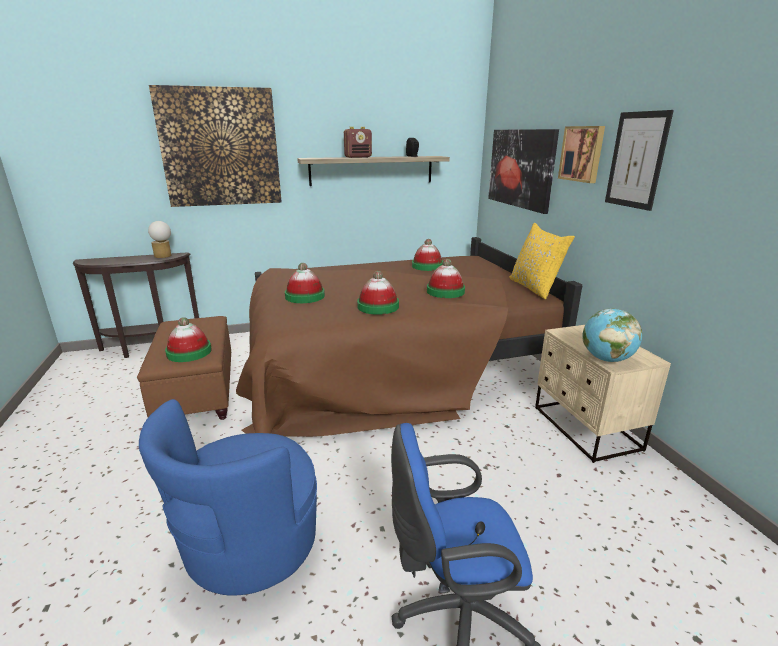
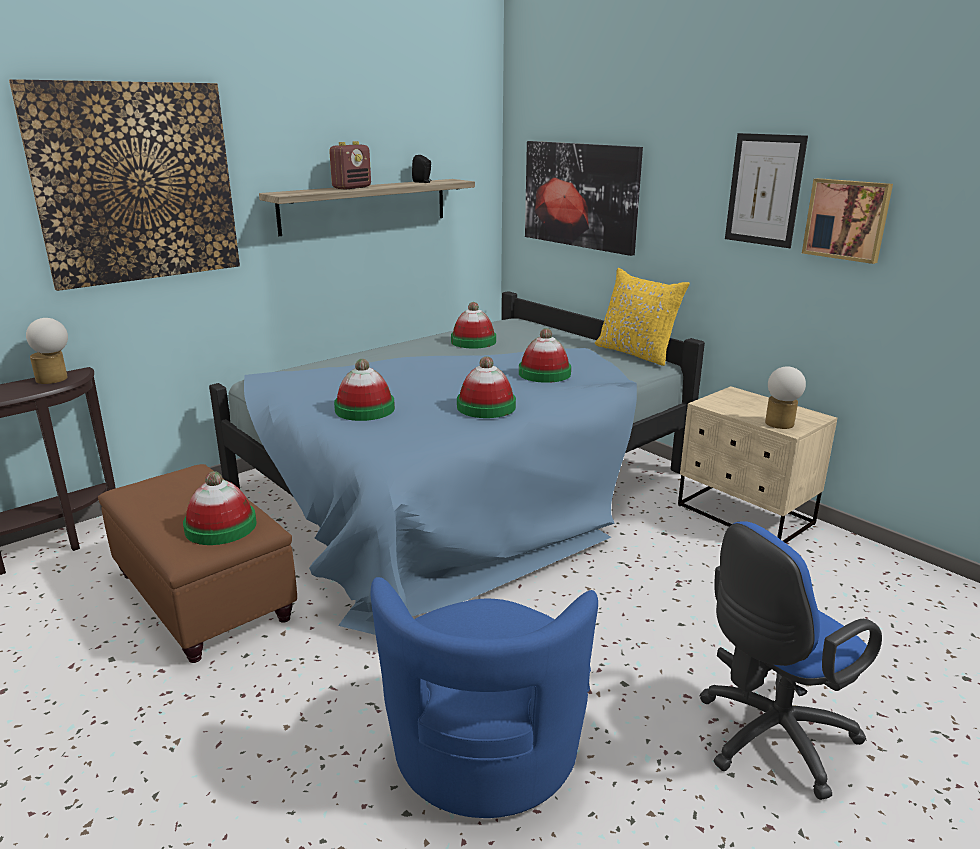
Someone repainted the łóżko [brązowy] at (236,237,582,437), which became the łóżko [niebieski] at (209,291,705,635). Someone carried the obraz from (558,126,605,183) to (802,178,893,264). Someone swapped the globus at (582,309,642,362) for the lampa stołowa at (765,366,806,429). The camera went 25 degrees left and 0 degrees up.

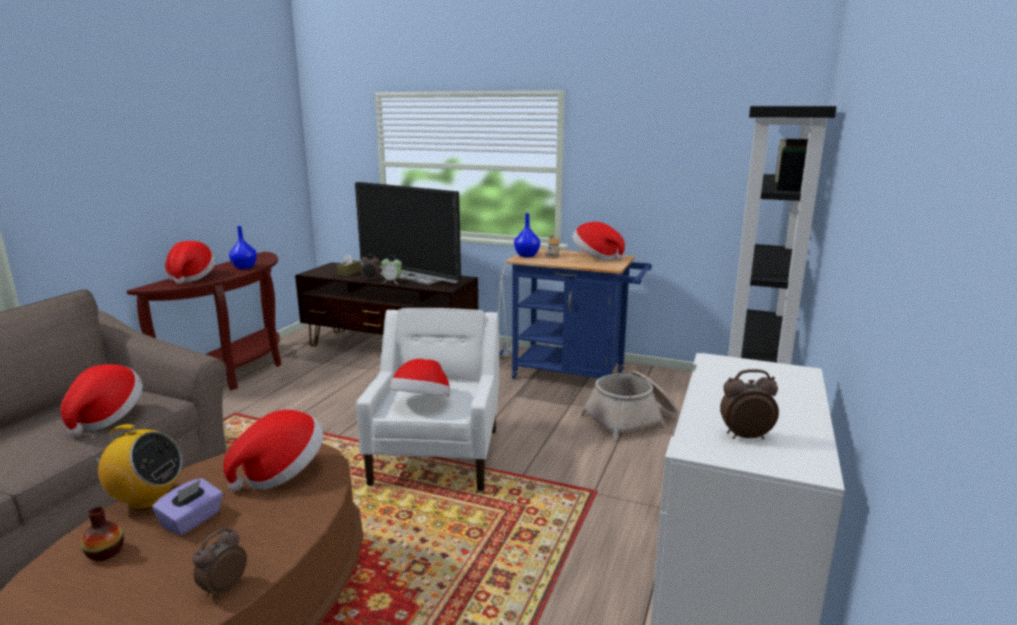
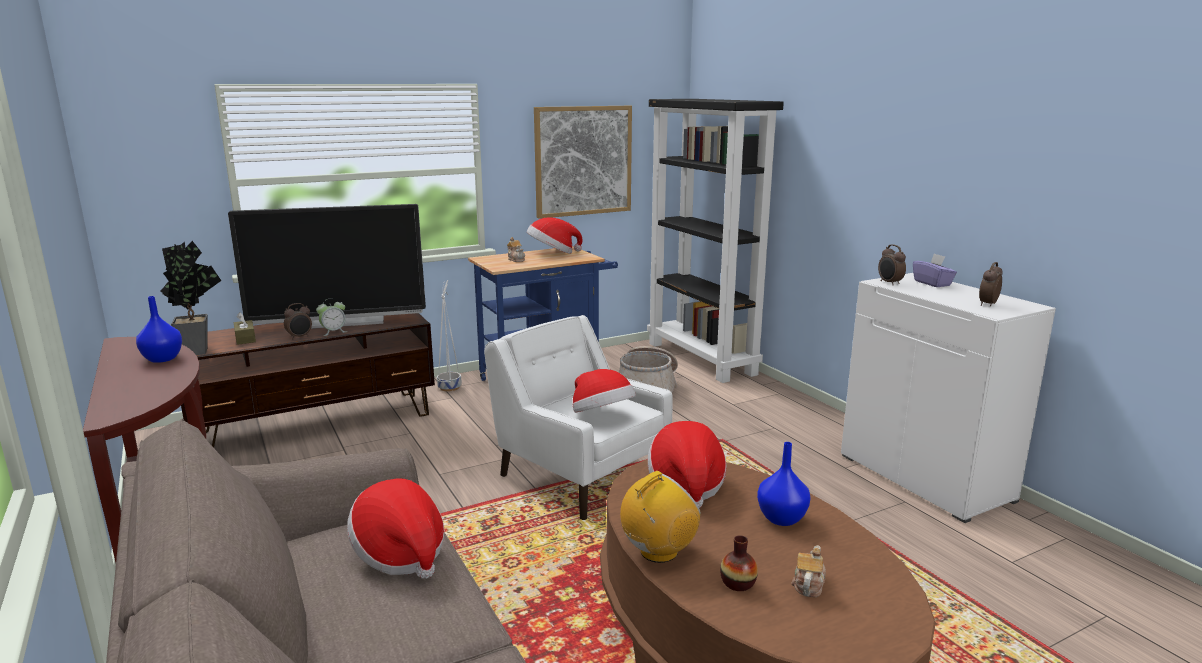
Someone carried the pudełko chusteczek [fioletowy] from (152,478,223,536) to (913,253,957,287). Someone took away the kapelusz at (165,241,215,284). Someone carried the budzik from (193,528,247,599) to (878,244,906,285). Someone carried the wazon [niebieski] from (514,213,540,257) to (757,442,810,526). Someone put down the roślina doniczkowa at (161,241,221,355). Someone put up the obraz at (534,106,632,219). Someone put down the imbryk at (792,545,826,597). The camera went 50 degrees left and 0 degrees up.

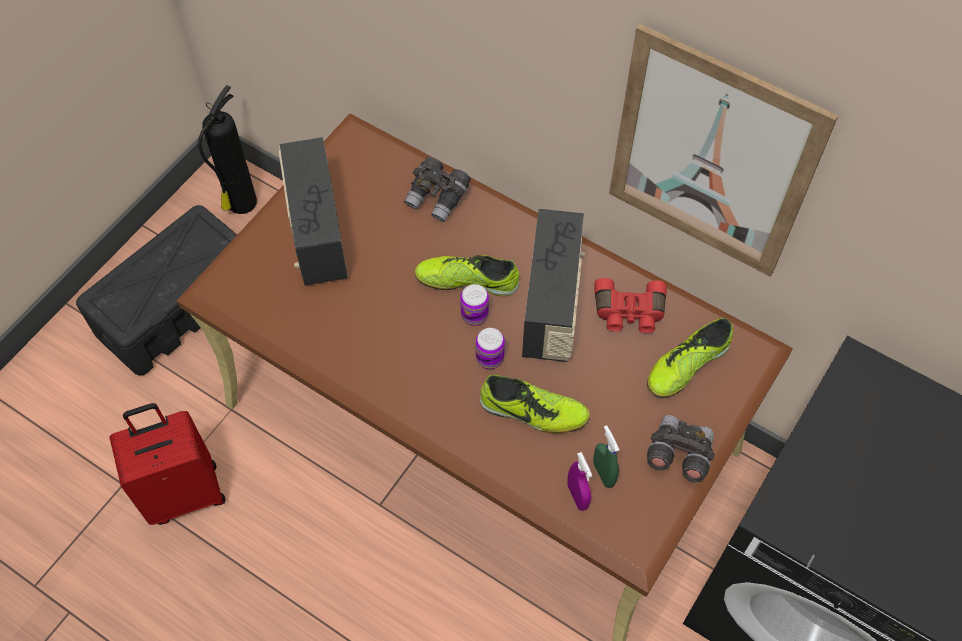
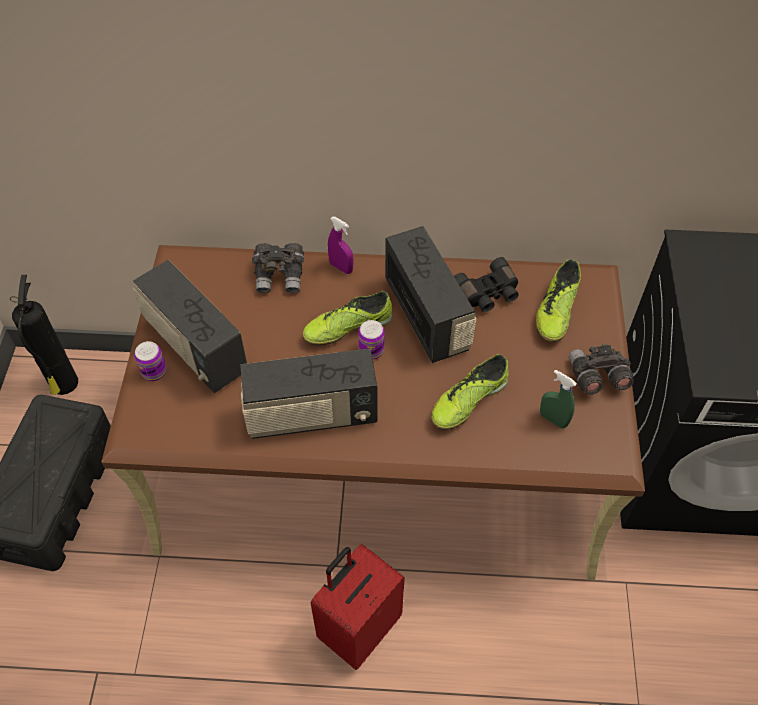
Someone carried the walizka [czerwony] from (110,403,226,525) to (311,544,405,670). Someone carried the puszka from (476,328,505,369) to (134,341,167,381). Someone rotated the but at (480,375,590,433) by 150 degrees clockwise. Someone carried the spryskiwacz [fioletowy] from (567,452,592,511) to (328,217,354,274). Someone repainted the lornetka [czerwony] at (594,278,667,333), which became the lornetka [czarny] at (454,257,519,312). Someone took away the obraz at (609,24,838,277). Someone put down the radio at (240,349,378,439). The camera went 30 degrees left and 5 degrees down.

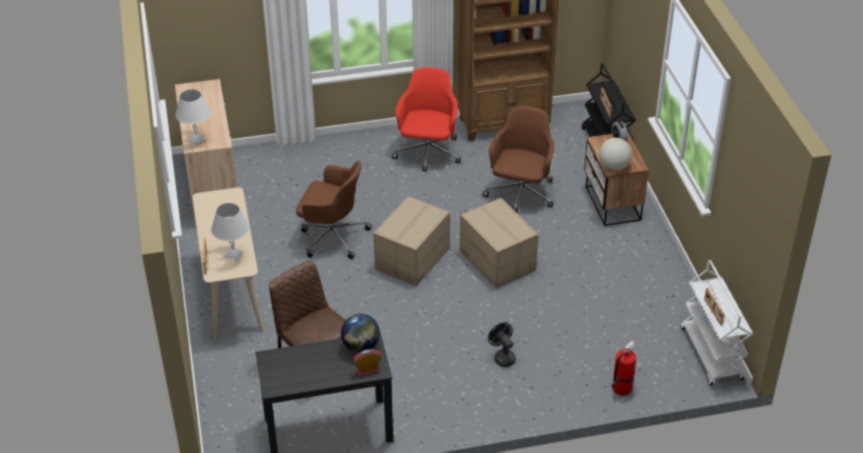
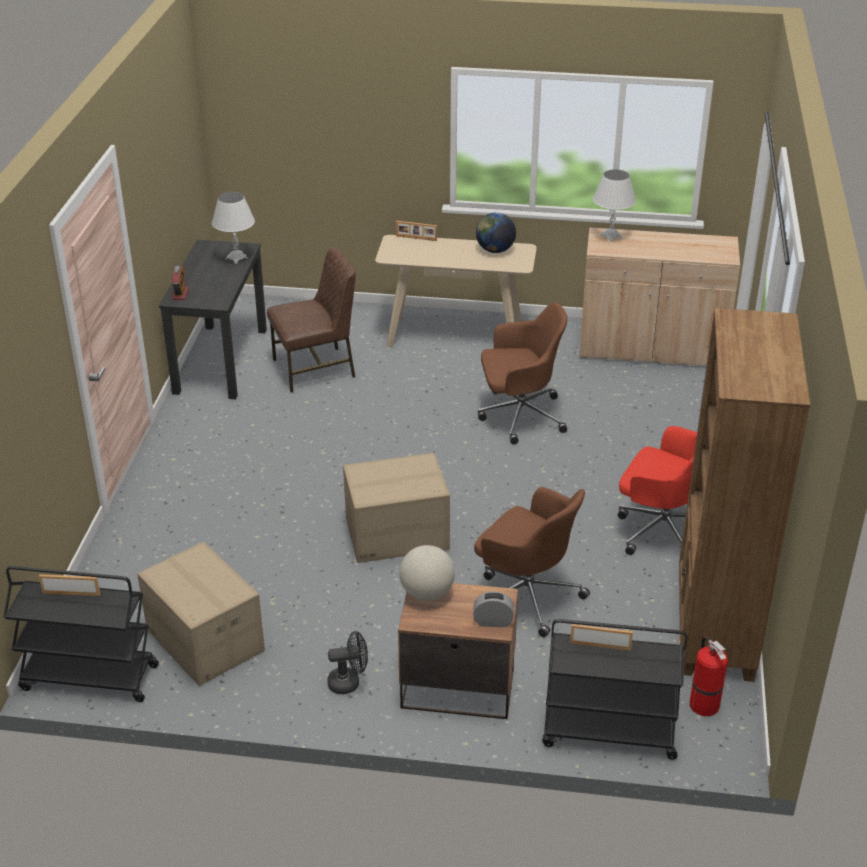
Someone carried the lampa stołowa [biały] from (211,203,249,262) to (212,192,255,264). Someone rotated the krzesło biurowe [brązowy] at (296,161,372,259) by 135 degrees counterclockwise. Someone carried the globus from (341,314,380,353) to (476,212,516,253). Someone carried the karton from (373,196,450,286) to (137,542,265,686). Someone carried the wentylator [czarny] from (488,322,516,367) to (327,631,368,694). Someone carried the gaśnica from (611,341,636,396) to (690,636,728,716). Someone repainted the wózek [biały] at (681,260,753,386), which became the wózek [czarny] at (4,566,159,702). The camera went 110 degrees right and 5 degrees down.

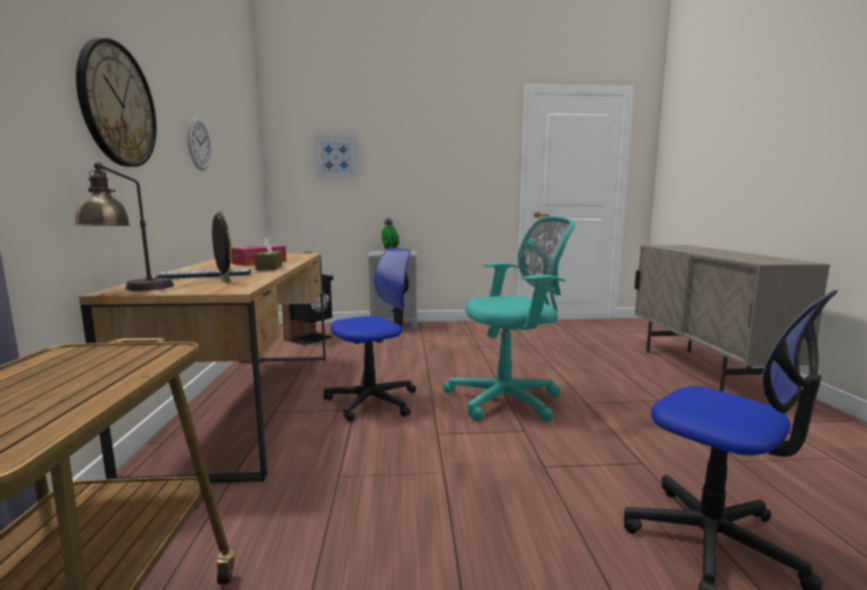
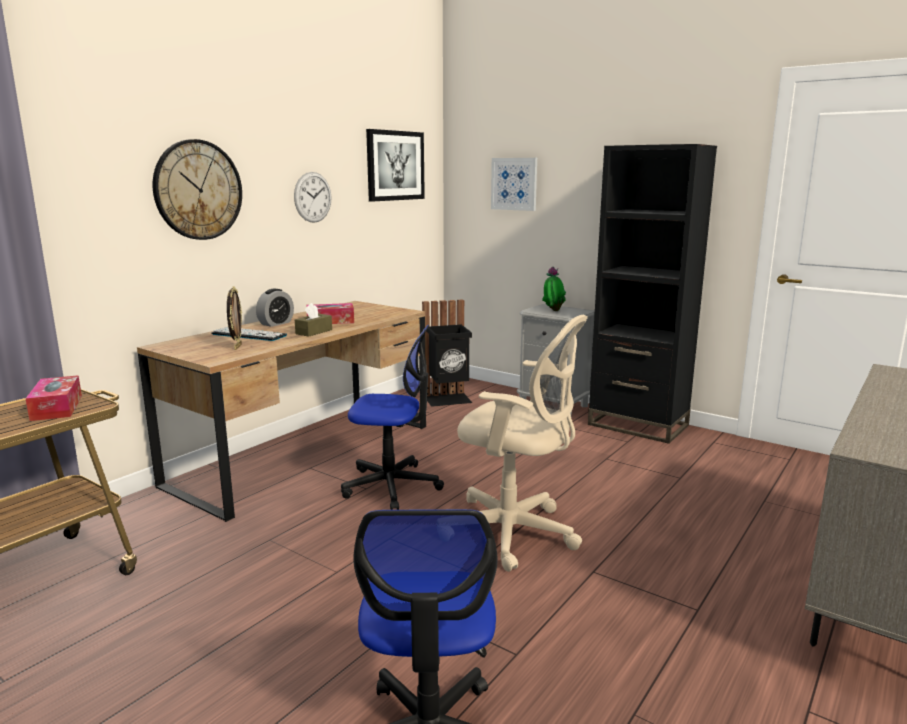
Someone took away the lampa stołowa at (74,162,174,291). Someone repainted the krzesło biurowe [turkusowy] at (443,216,575,422), which became the krzesło biurowe [beżowy] at (457,315,588,572). Someone put down the pudełko chusteczek at (25,375,82,421). Someone put down the budzik at (256,289,294,327). Someone put up the obraz at (366,129,425,202). Someone put down the regał [czarny] at (588,144,717,444). The camera went 40 degrees right and 5 degrees up.

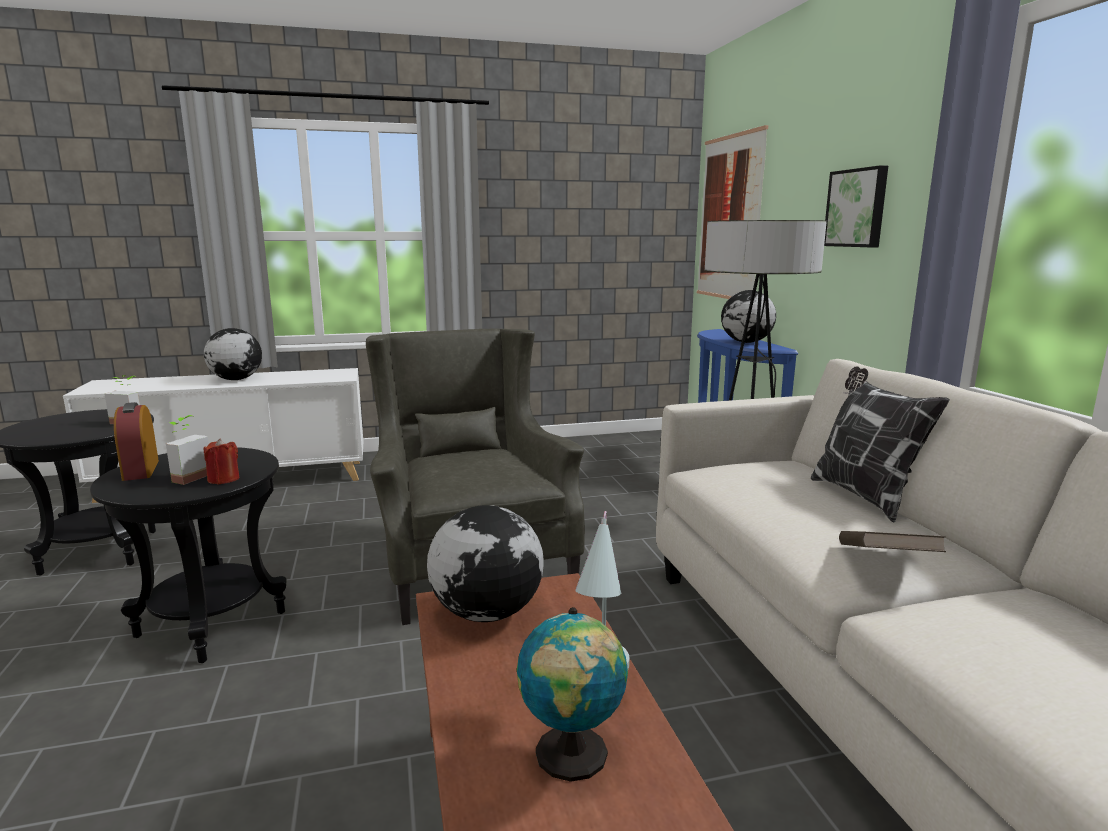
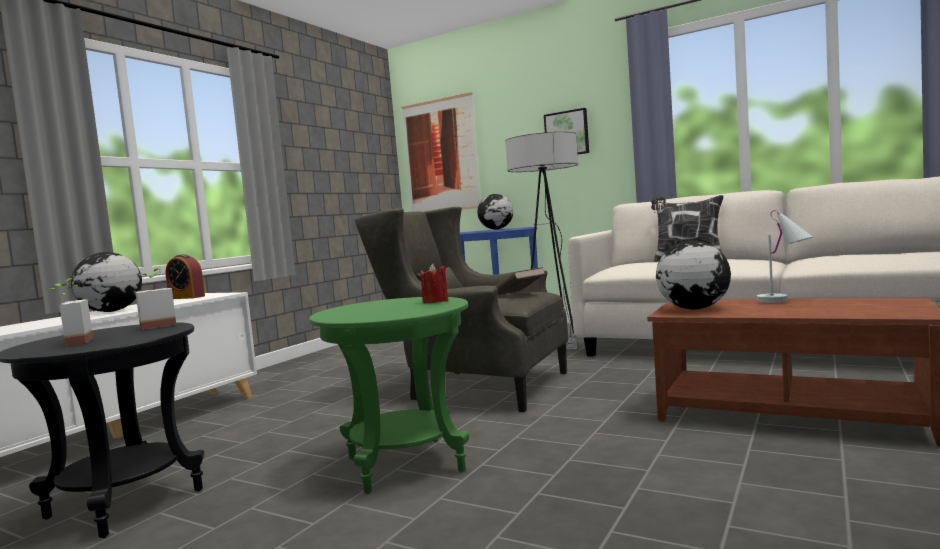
Someone repainted the stolik [czarny] at (90,447,287,663), which became the stolik [zielony] at (309,297,469,494). Someone carried the budzik from (114,402,159,481) to (165,254,205,299). Someone carried the roślina doniczkowa from (166,415,209,485) to (47,278,93,346). Someone took away the globus at (517,607,628,782). Someone carried the książka [brązowy] from (839,531,946,552) to (495,267,545,295). The camera went 45 degrees left and 10 degrees down.

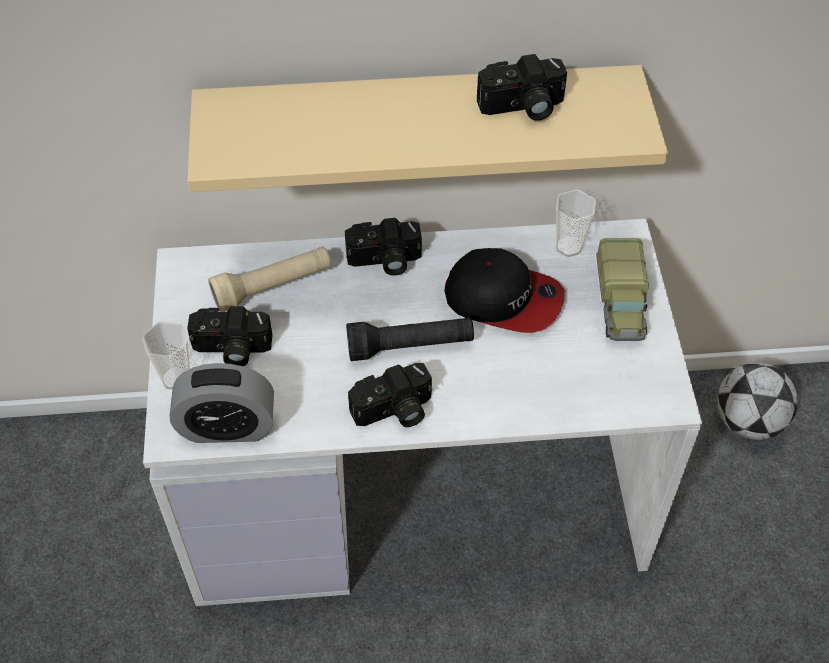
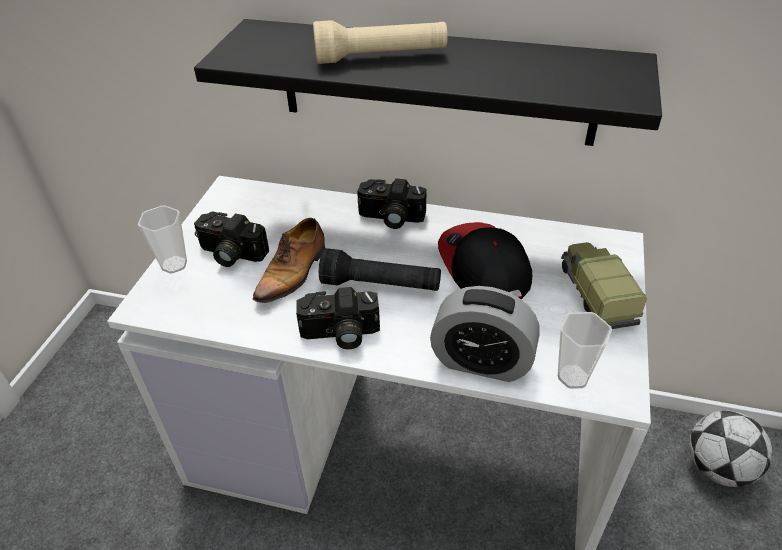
Someone carried the budzik from (170,363,274,443) to (430,286,540,382). Someone repainted the półka [beżowy] at (187,65,668,192), which became the półka [czarny] at (194,19,662,146). Someone carried the latarka [beżowy] from (208,247,331,312) to (313,20,448,64). Someone rotated the czapka z daszkiem at (444,248,564,333) by 150 degrees counterclockwise. Someone took away the aparat fotograficzny at (477,54,567,121). Someone carried the filiżanka from (556,189,596,257) to (558,312,612,389). Someone rotated the ciężarówka zabawkowa at (596,238,649,341) by 150 degrees clockwise. Someone put down the but at (253,218,325,303). The camera went 20 degrees right and 10 degrees down.

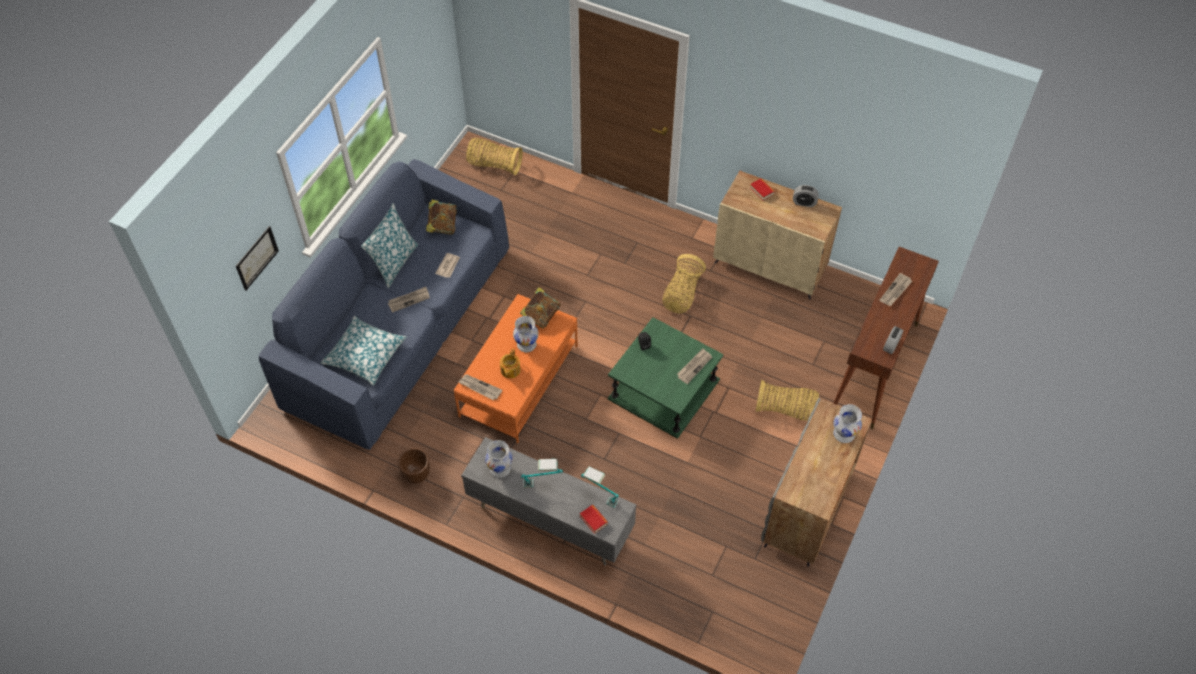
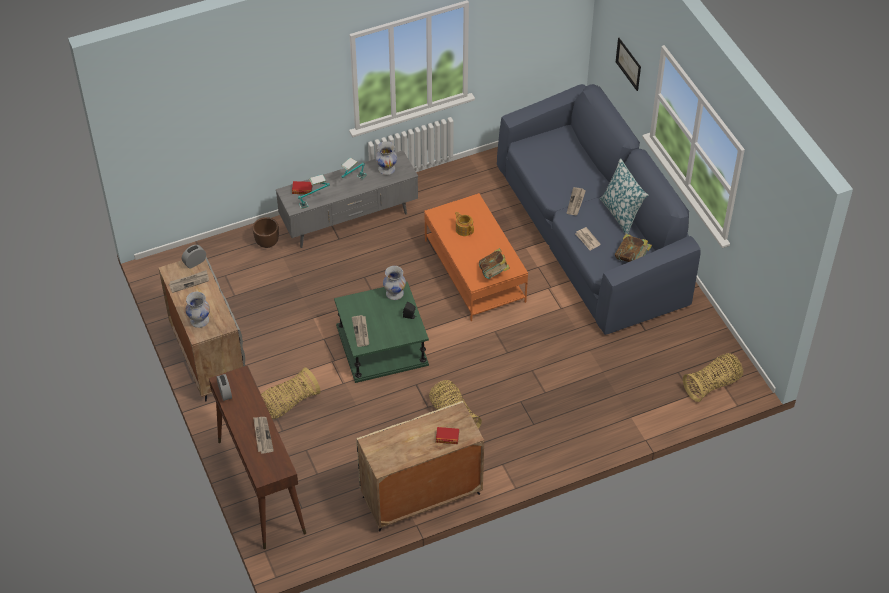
Someone took away the poduszka at (321,316,406,385). Someone carried the donica [brązowy] from (398,448,430,484) to (253,217,279,248). Someone carried the gazeta from (459,374,502,400) to (169,270,209,293). Someone carried the wazon [biały] from (513,316,538,352) to (383,266,406,300). Someone carried the budzik from (793,185,819,207) to (182,245,206,268). The camera went 130 degrees right and 5 degrees down.

